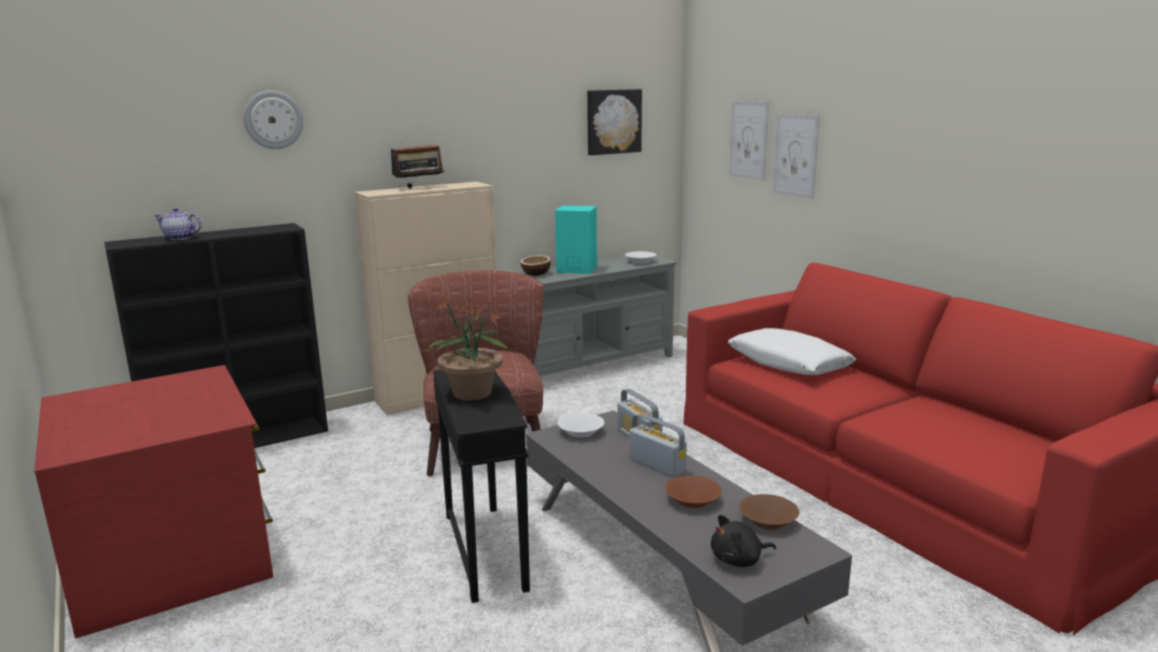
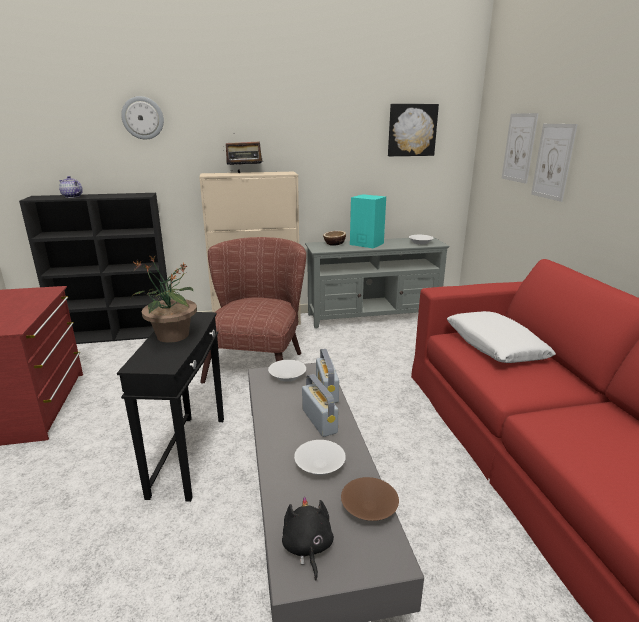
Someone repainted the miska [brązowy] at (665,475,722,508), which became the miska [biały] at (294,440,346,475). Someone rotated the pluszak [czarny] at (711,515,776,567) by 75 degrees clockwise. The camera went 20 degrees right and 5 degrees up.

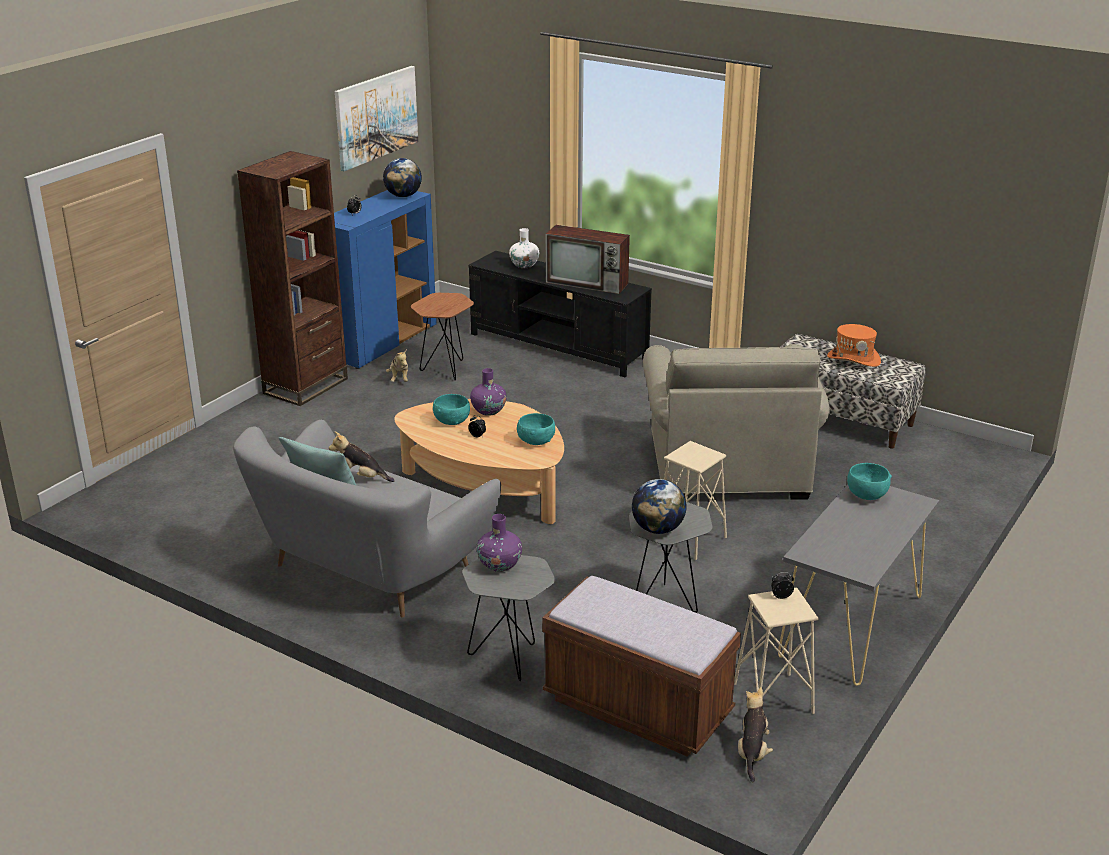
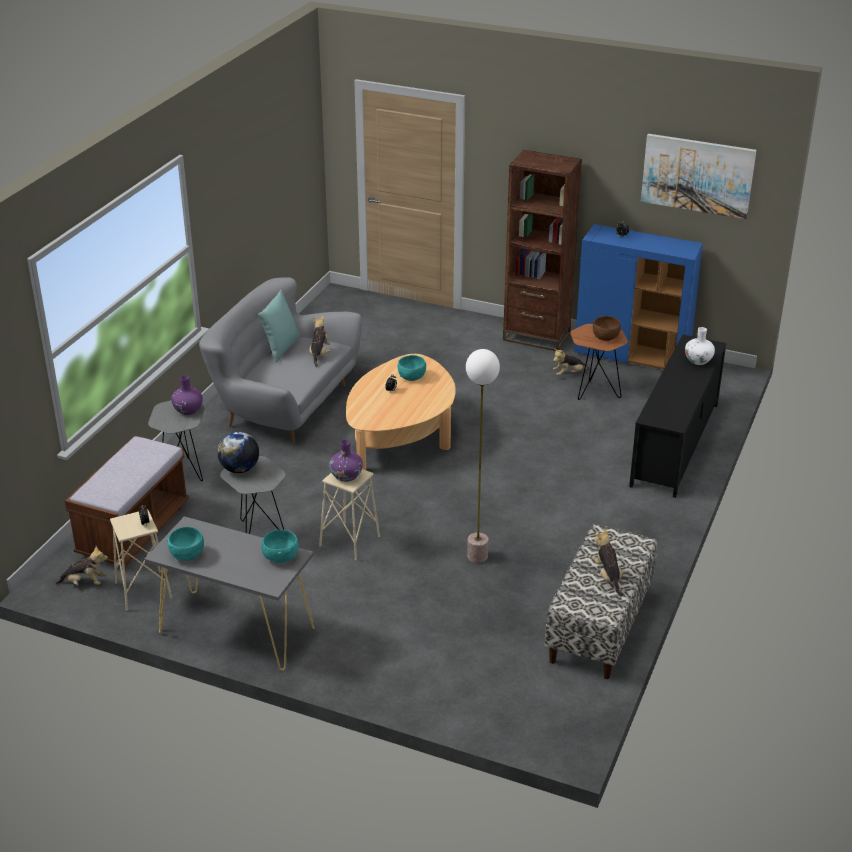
Someone took away the globus at (383,158,422,197). Someone carried the wazon [fioletowy] from (470,368,507,416) to (329,440,363,482). Someone carried the miska [turkusowy] from (517,413,555,445) to (167,527,204,561). Someone took away the telewizor at (546,225,630,294). Someone swapped the fotel [beżowy] at (643,344,830,500) for the lampa stojąca at (466,349,500,563). Someone swapped the kapelusz [pomarańczowy] at (827,324,881,367) for the pluszak at (594,528,625,597). Someone put down the miska [brązowy] at (593,316,621,341). The camera went 80 degrees right and 5 degrees up.

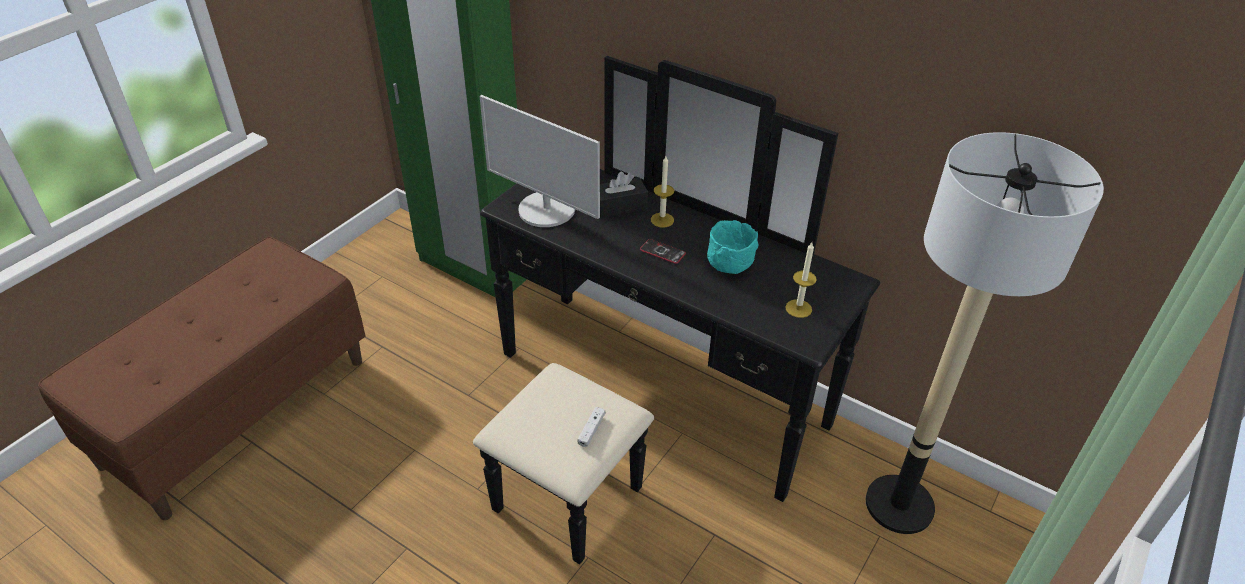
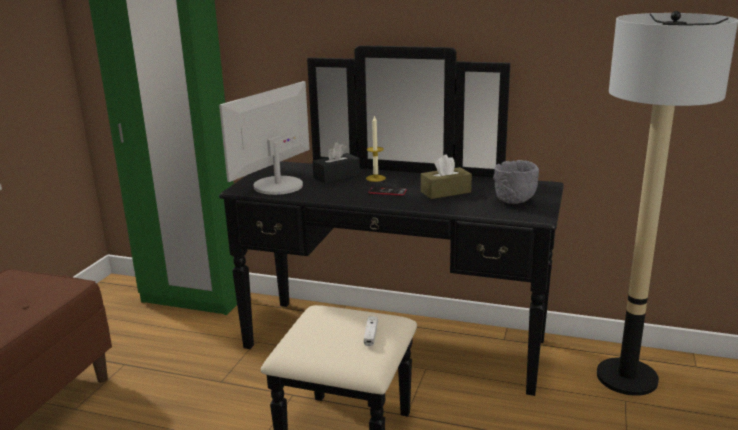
Someone rotated the monitor at (479,95,600,227) by 105 degrees clockwise. Someone swapped the miska [turkusowy] at (707,220,758,274) for the pudełko chusteczek [brązowy] at (421,154,472,199). Someone swapped the świeca at (785,242,817,318) for the miska [szary] at (493,160,539,204). The camera went 15 degrees left and 20 degrees down.

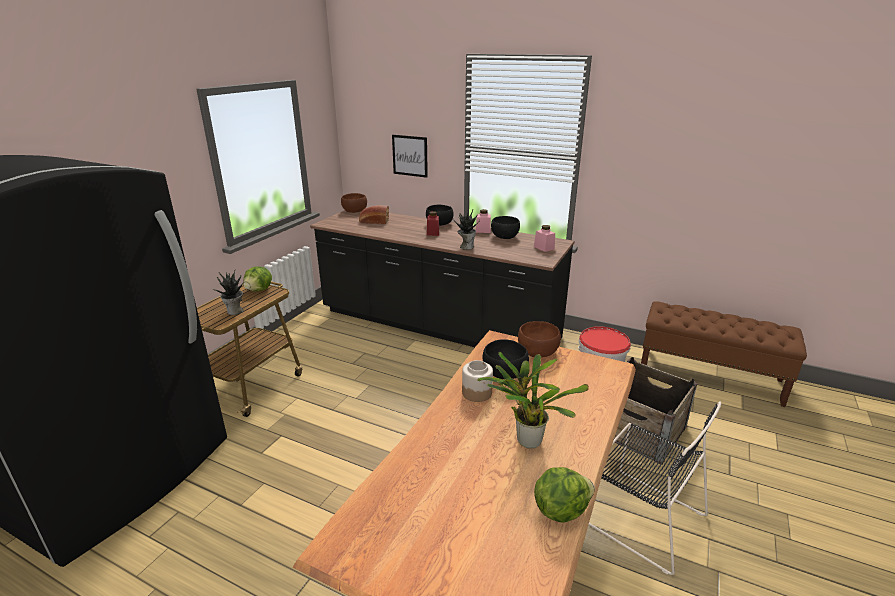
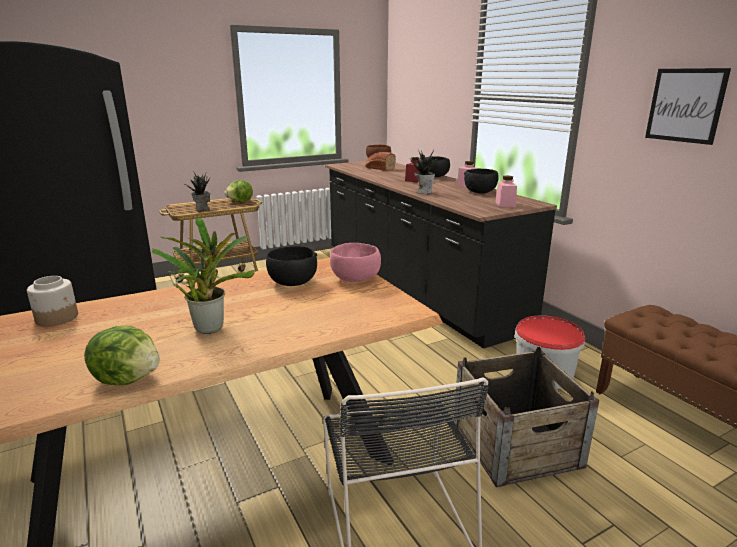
Someone carried the obraz from (392,135,428,178) to (645,68,731,145). Someone carried the słoik from (462,360,493,402) to (27,276,78,327). Someone repainted the miska [brązowy] at (518,321,561,358), which became the miska [różowy] at (330,243,381,282). The camera went 35 degrees right and 5 degrees down.

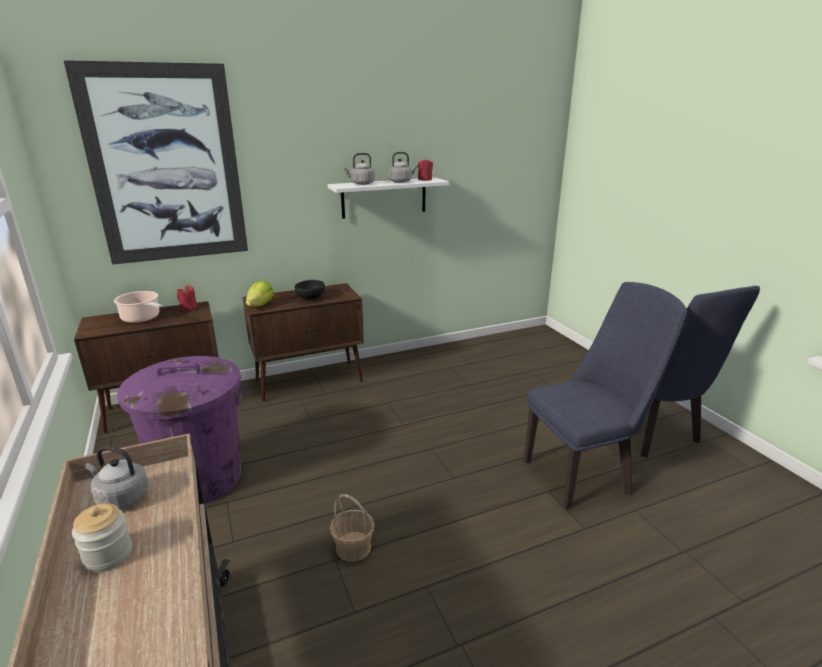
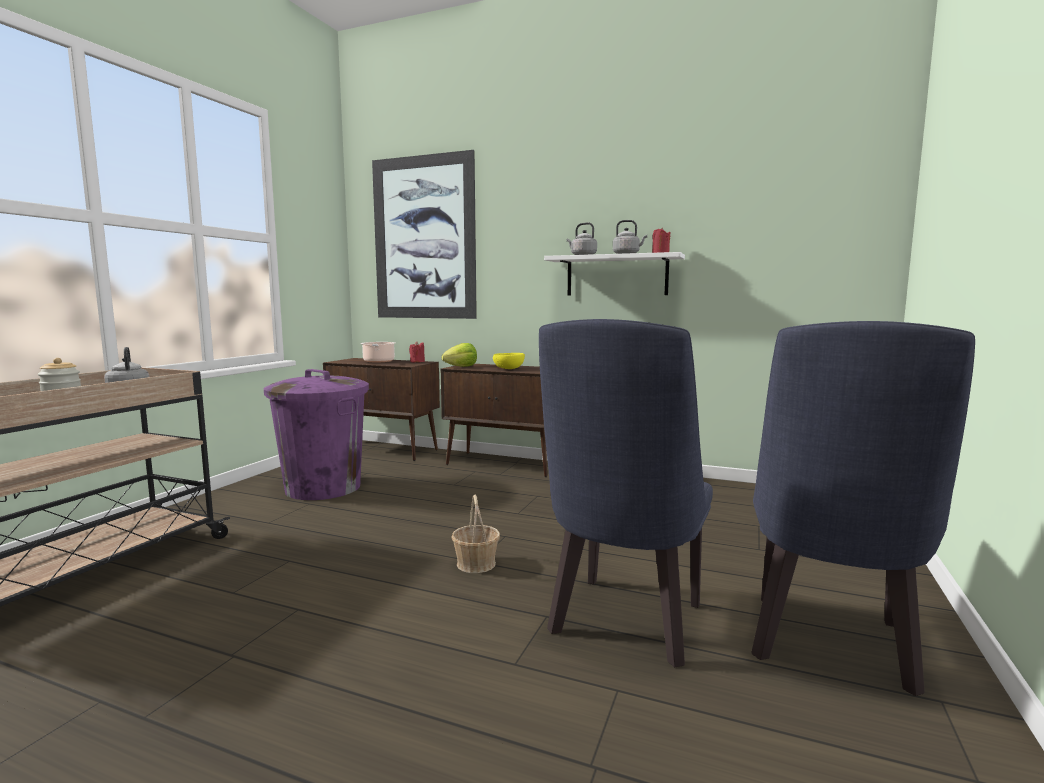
Someone repainted the miska [czarny] at (295,280,325,299), which became the miska [żółty] at (493,353,525,369). Someone carried the koszyk from (330,494,375,561) to (451,495,500,573). Someone rotated the krzesło [niebieski] at (524,282,687,510) by 90 degrees clockwise. The camera went 45 degrees right and 15 degrees down.

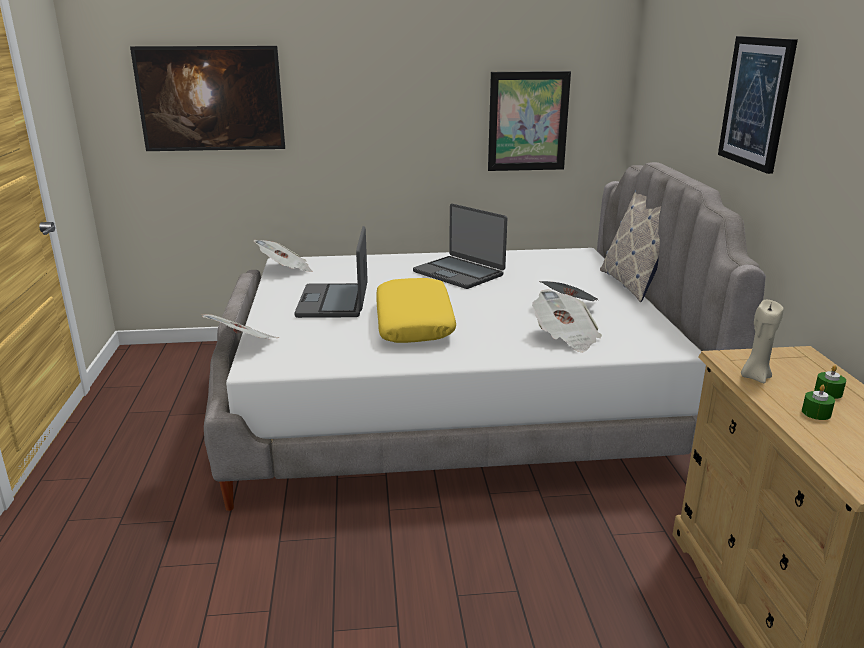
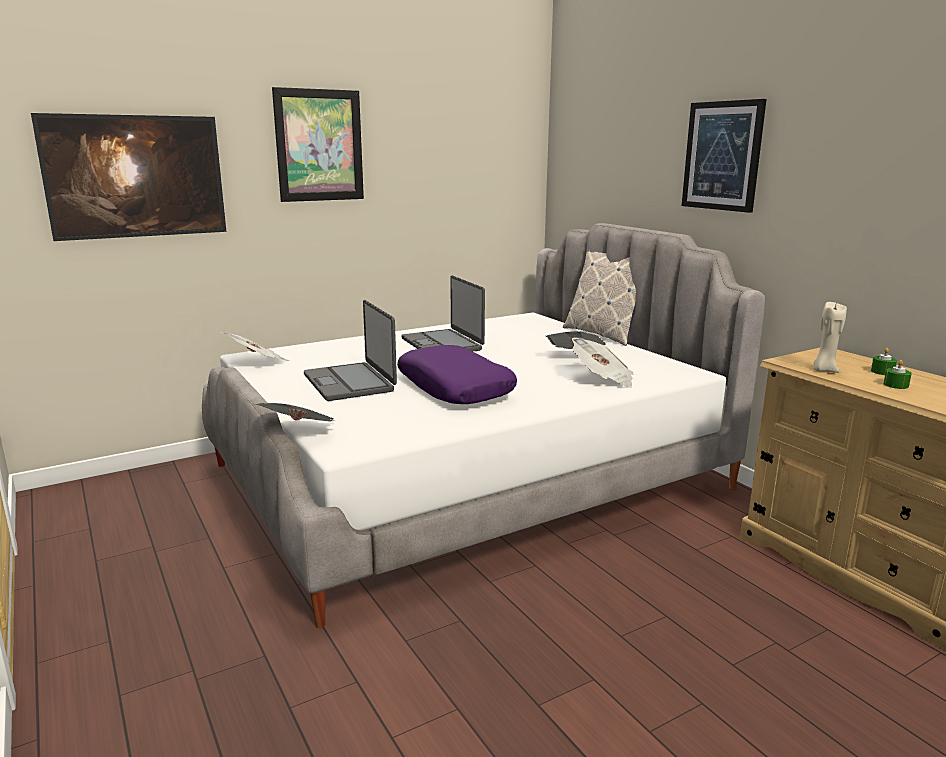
Someone repainted the poduszka [żółty] at (376,278,456,343), which became the poduszka [fioletowy] at (397,345,517,404). Someone rotated the laptop at (413,204,507,289) by 45 degrees clockwise. Someone carried the obraz from (488,71,571,171) to (272,87,364,202). The camera went 25 degrees left and 5 degrees down.

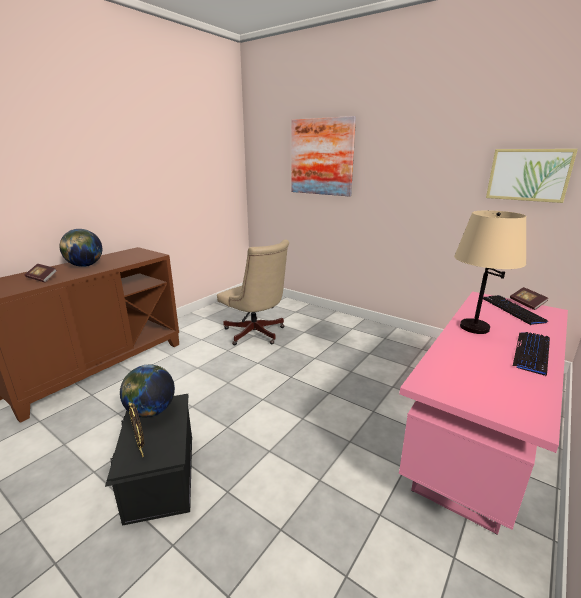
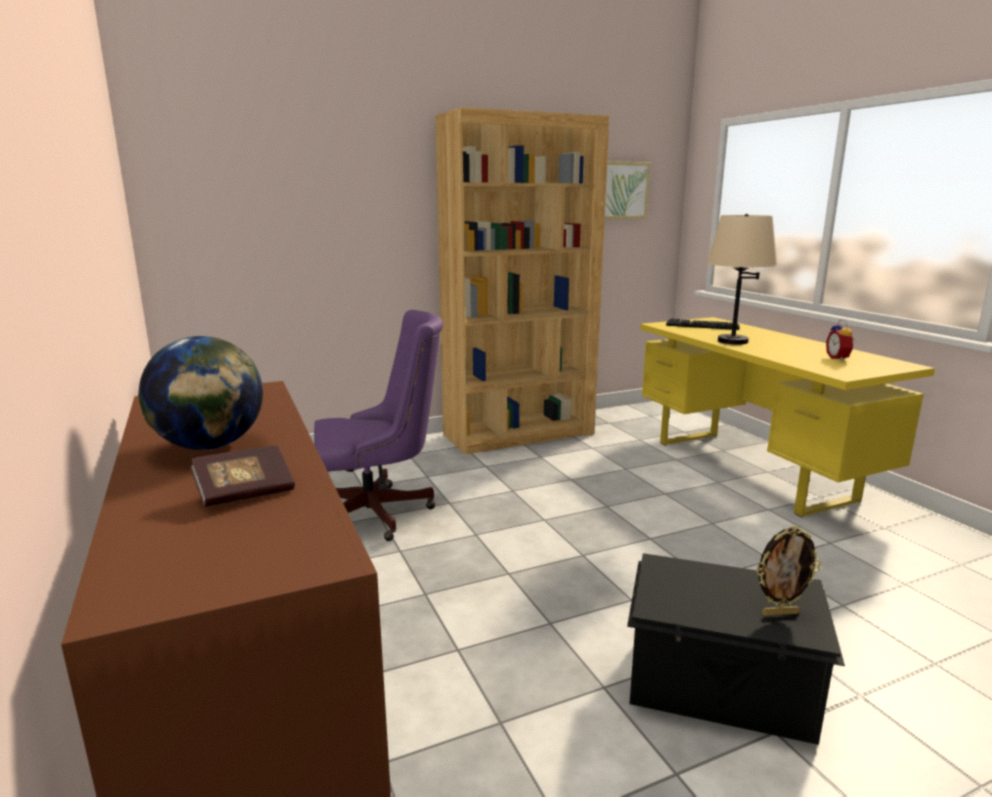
Someone took away the globus at (120,364,175,418). Someone repainted the krzesło biurowe [beżowy] at (217,239,289,346), which became the krzesło biurowe [fioletowy] at (314,310,443,541). Someone took away the obraz at (291,116,356,197). Someone repainted the biurko [różowy] at (399,291,568,535), which became the biurko [żółty] at (640,317,935,517). Someone took away the książka at (510,287,548,310). Someone took away the klawiatura at (513,332,550,376). Someone put down the regał [brązowy] at (435,107,609,455). Someone put down the budzik at (826,320,855,361). The camera went 60 degrees left and 5 degrees down.

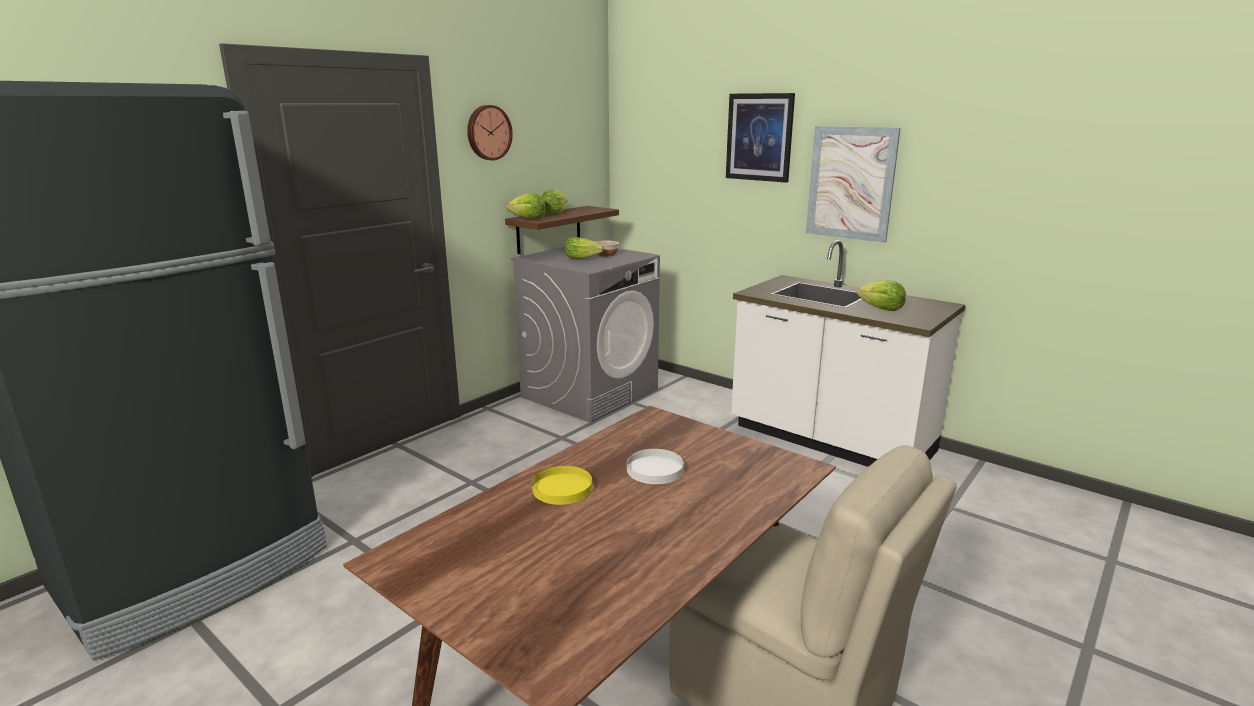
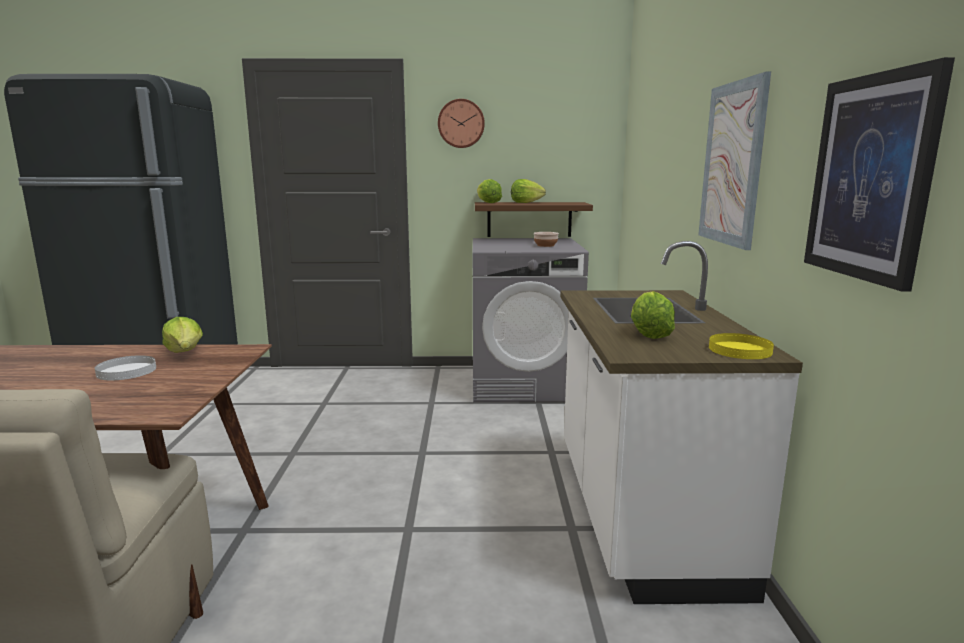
Someone carried the talerz [żółty] from (532,466,592,505) to (709,333,774,359). Someone carried the sałata from (565,237,604,259) to (162,317,203,353). Someone carried the obraz from (726,93,795,183) to (804,57,955,292). The camera went 50 degrees right and 5 degrees down.

